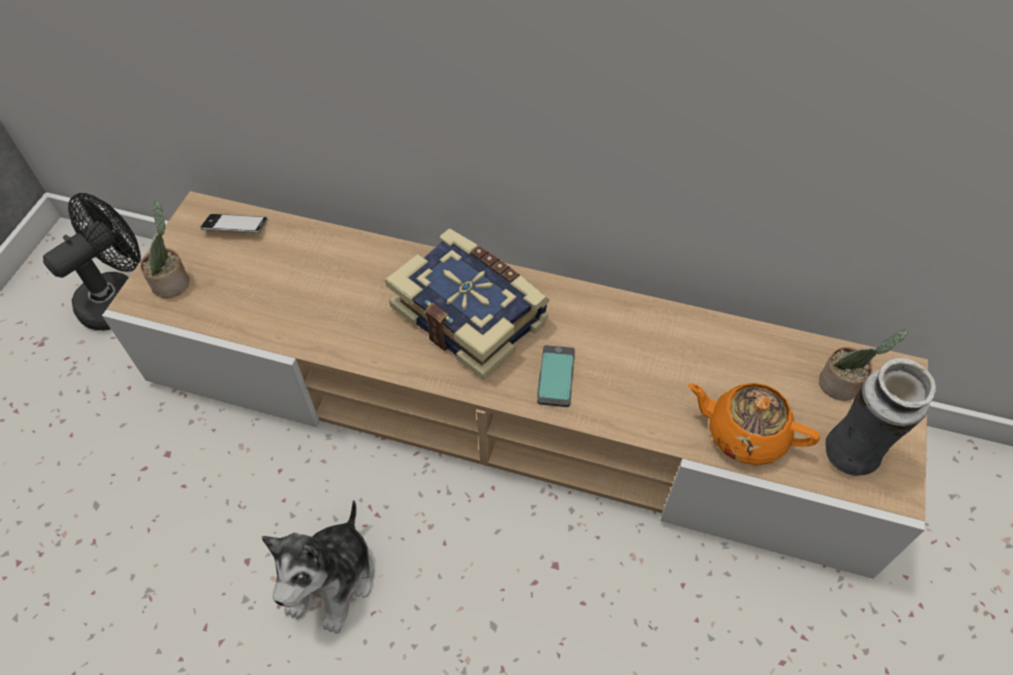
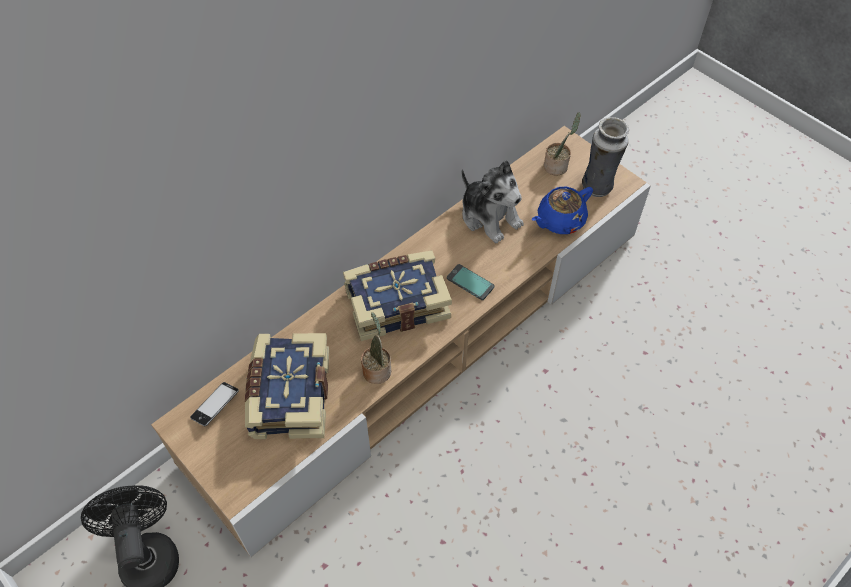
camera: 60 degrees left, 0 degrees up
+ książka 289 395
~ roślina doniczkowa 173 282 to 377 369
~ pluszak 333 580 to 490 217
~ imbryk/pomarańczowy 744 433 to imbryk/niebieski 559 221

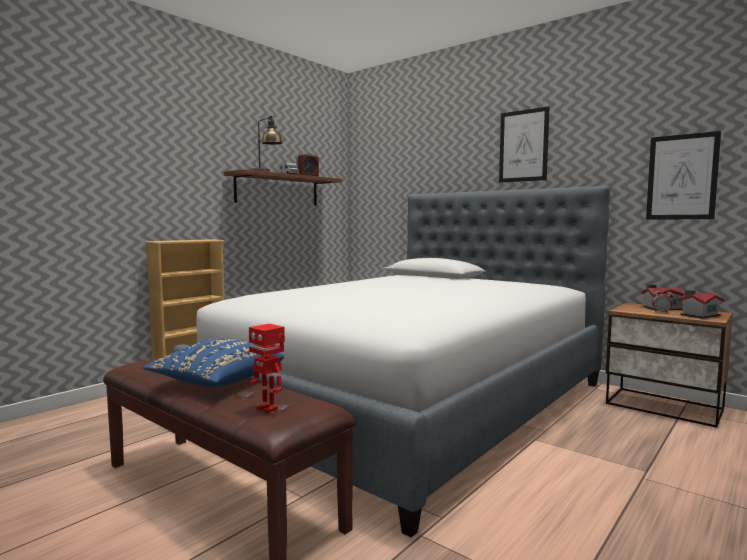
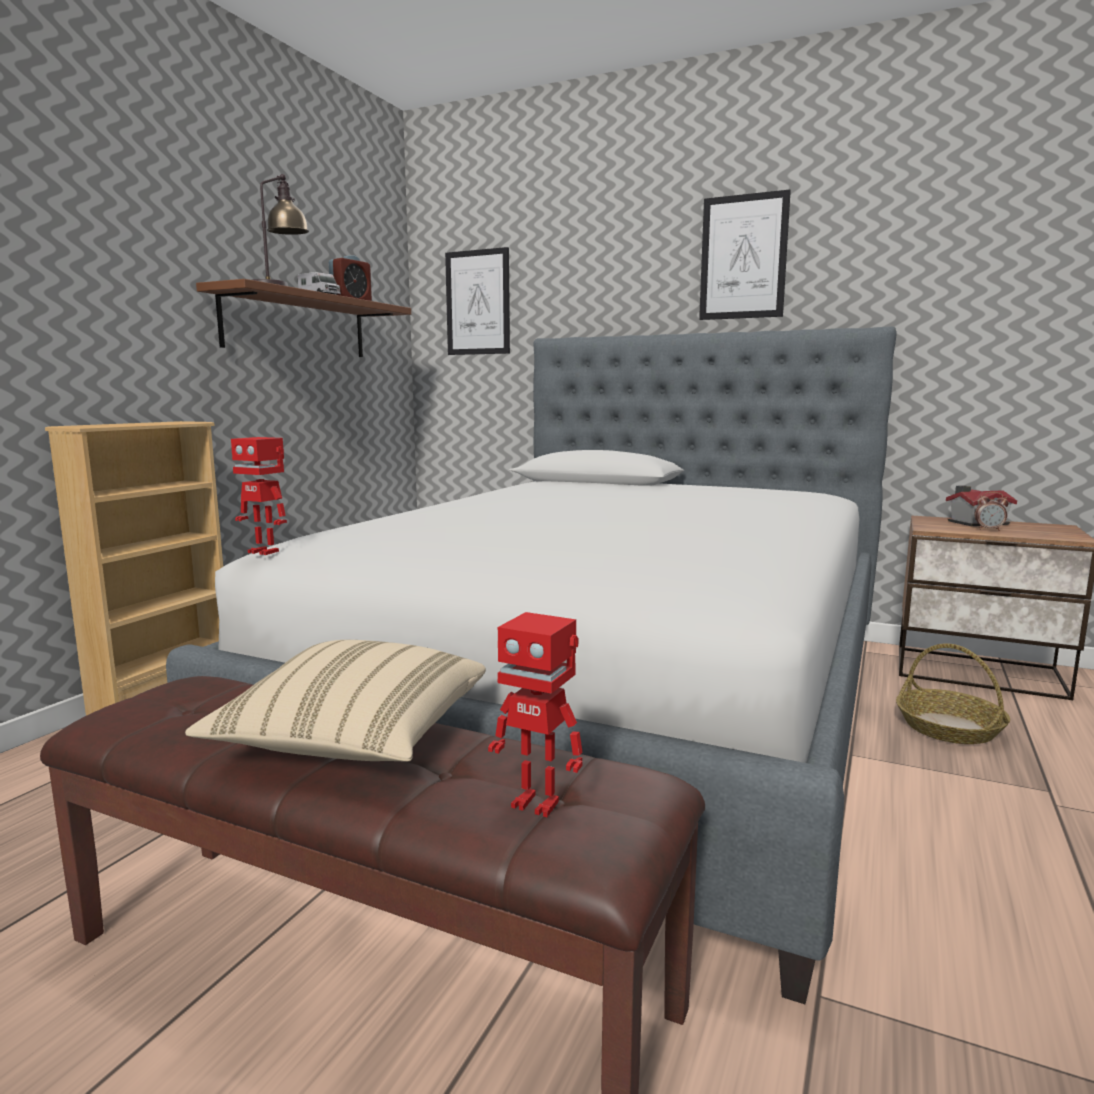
camera: 15 degrees left, 5 degrees up
- domek 698 315
+ robot zabawkowy 265 552
+ koszyk 949 728
~ obraz 682 177 to 478 303
~ poduszka/niebieski 216 382 to poduszka/beżowy 353 740

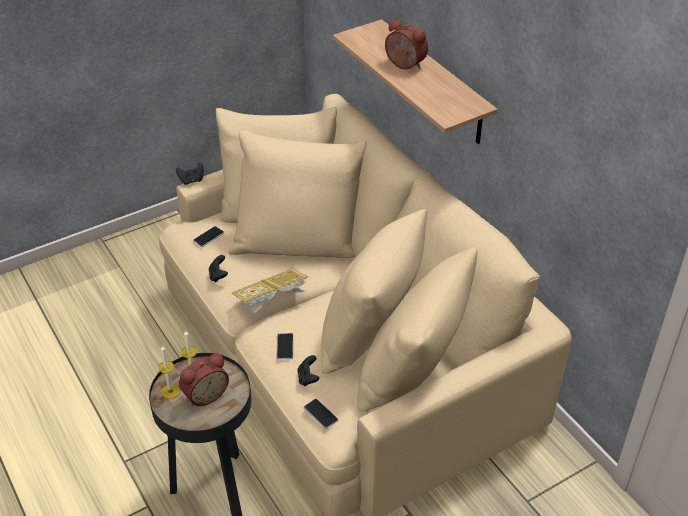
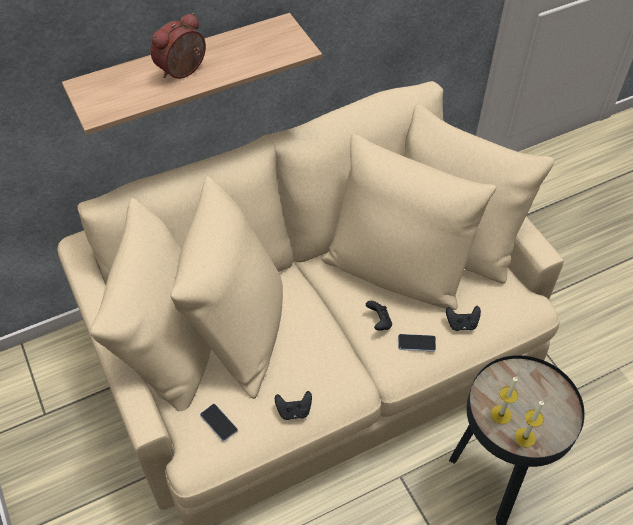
camera: 85 degrees left, 10 degrees up
- budzik 204 394
- książka 271 301
- telefon 320 414
~ pad do gier/czarny 191 180 to 379 322

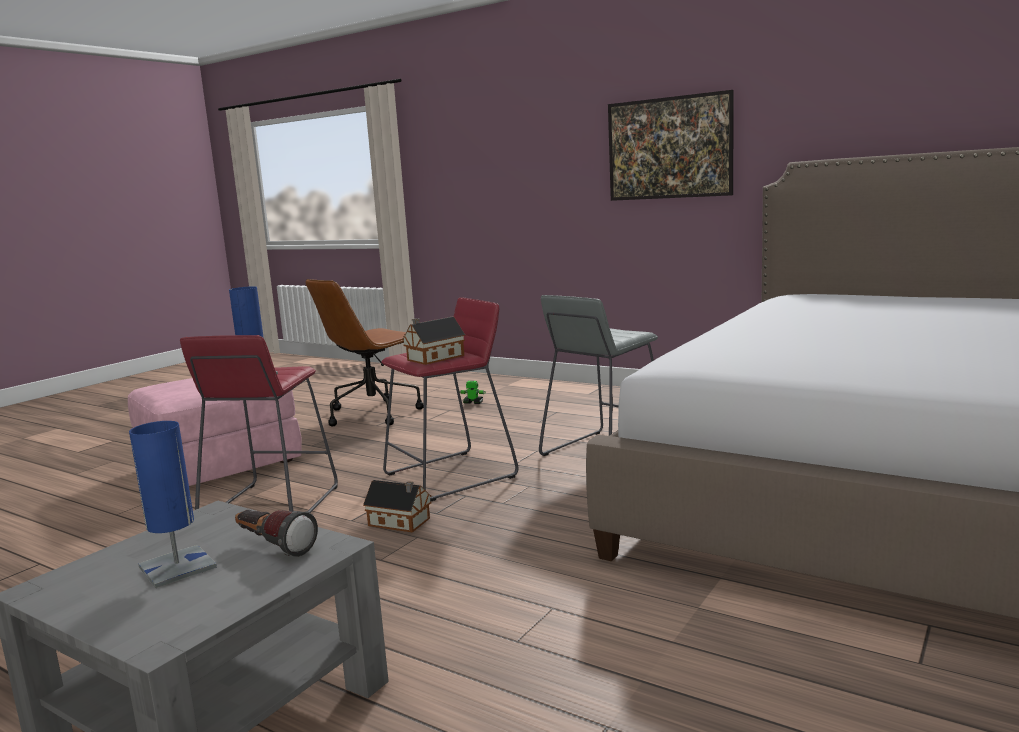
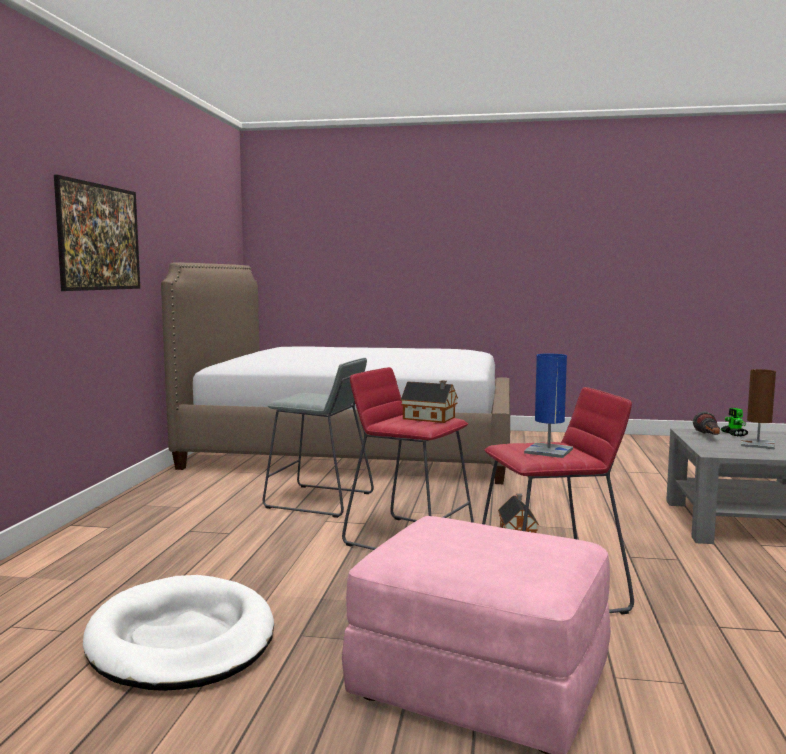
camera: 115 degrees left, 5 degrees down
~ robot zabawkowy 473 403 to 734 434
~ krzesło biurowe/brązowy 374 413 to legowisko/biały 181 640
~ lampa stołowa/niebieski 177 567 to lampa stołowa/brązowy 757 444

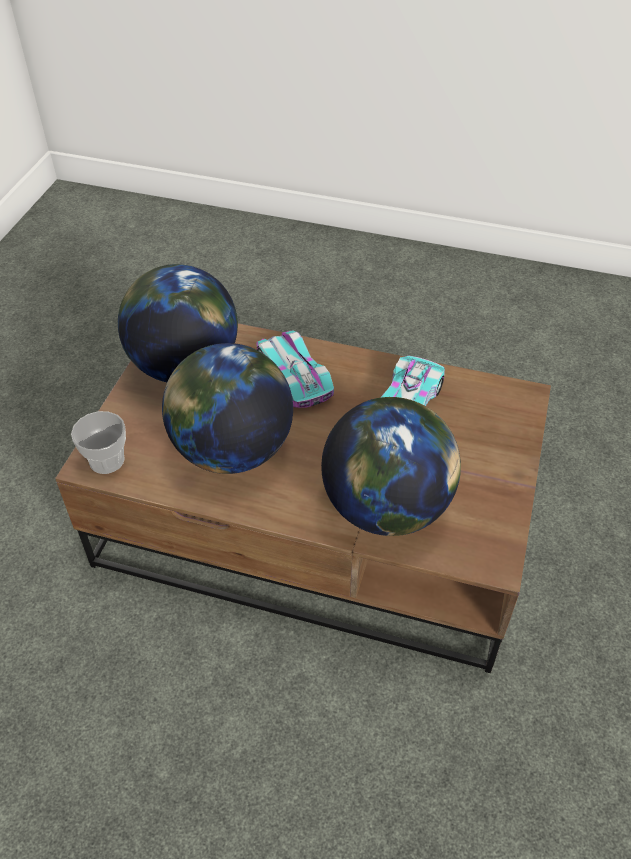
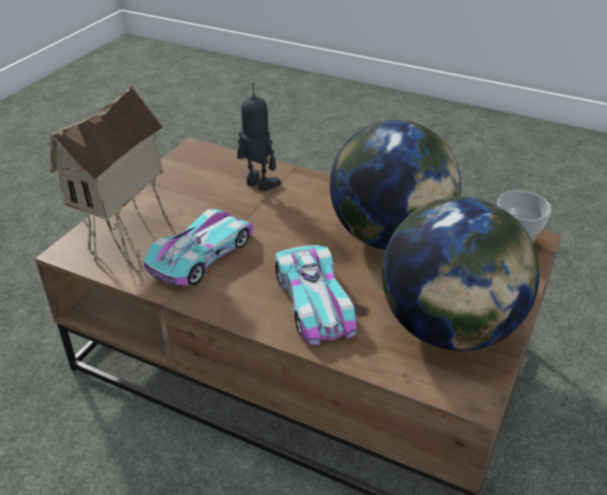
camera: 170 degrees left, 10 degrees down
+ domek 129 239
~ globus 387 507 to robot zabawkowy 259 185

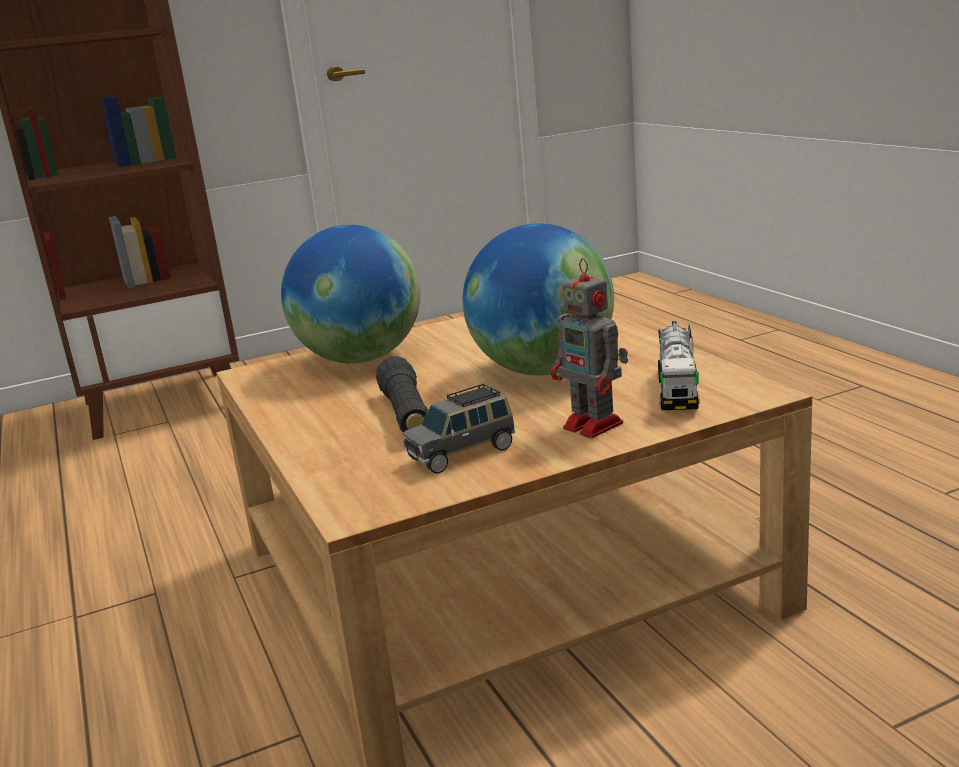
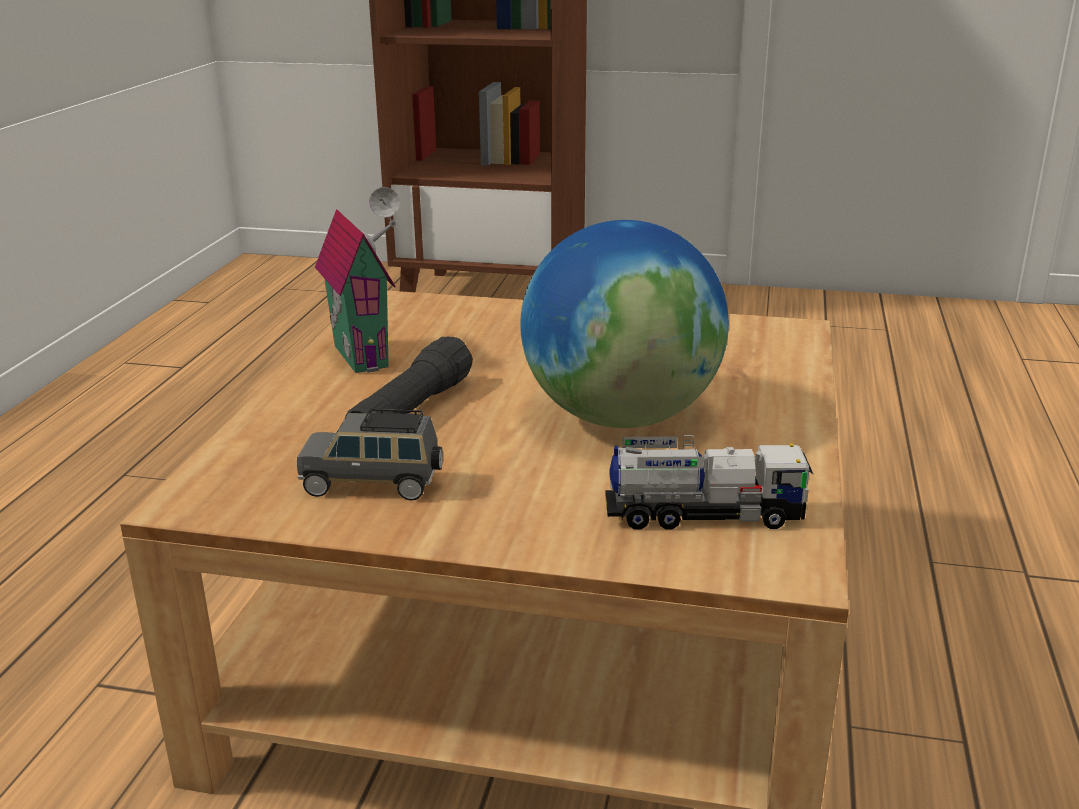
camera: 35 degrees right, 5 degrees up
- globus 360 359
- robot zabawkowy 595 426
+ domek 366 355
~ ciężarówka zabawkowa 677 390 = 704 515 135 degrees counterclockwise

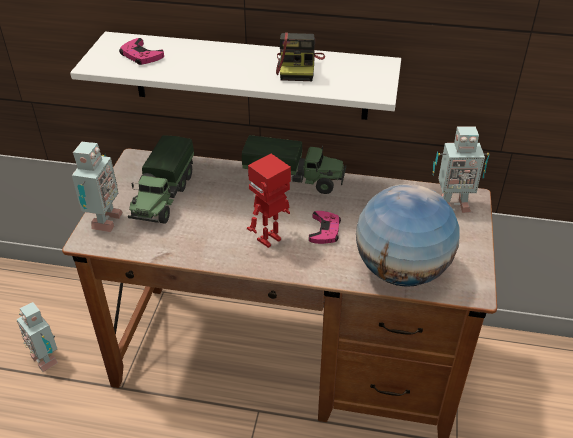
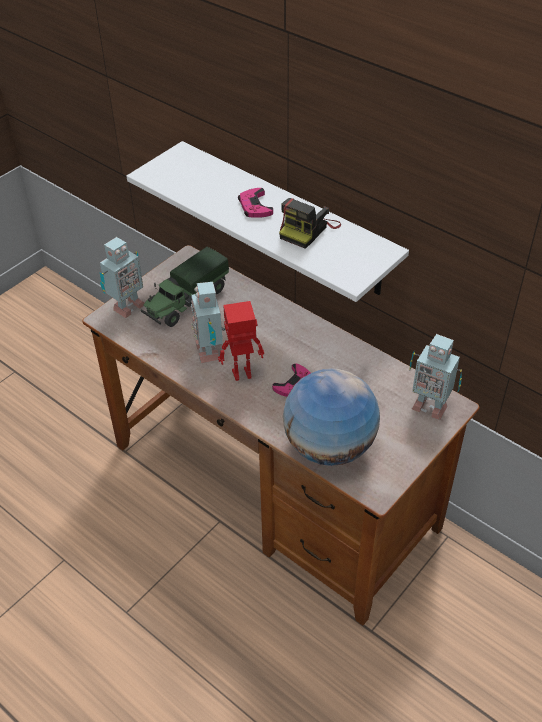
camera: 30 degrees right, 5 degrees up
- ciężarówka zabawkowa 294 180
~ robot zabawkowy 46 358 to 210 350
~ pad do gier/różowy 141 56 to 255 206

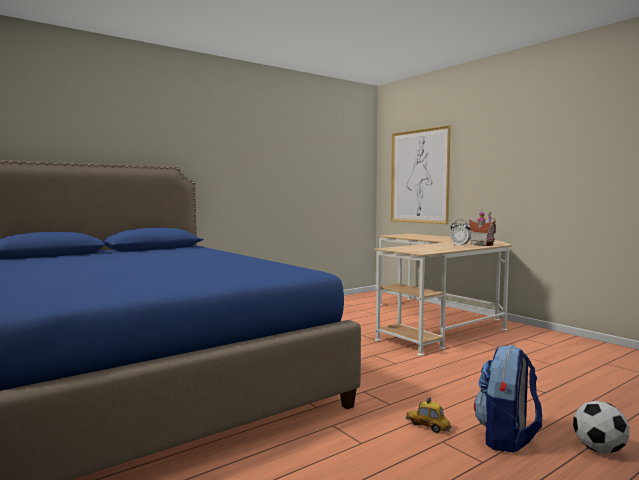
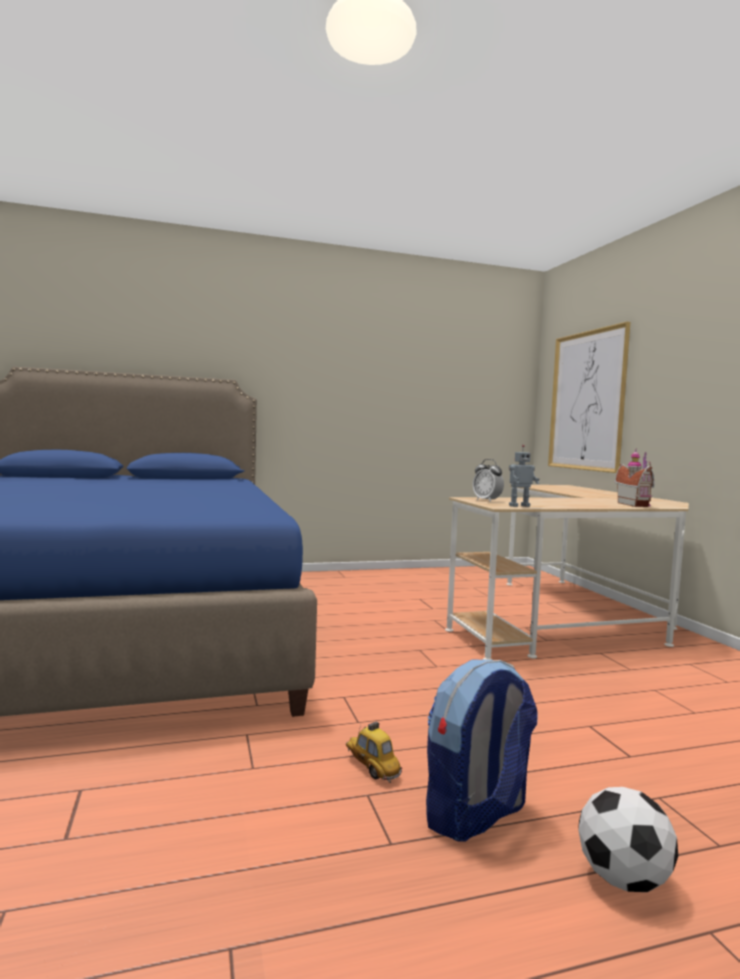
camera: 20 degrees right, 0 degrees up
+ robot zabawkowy 518 506
~ budzik 460 246 to 487 500

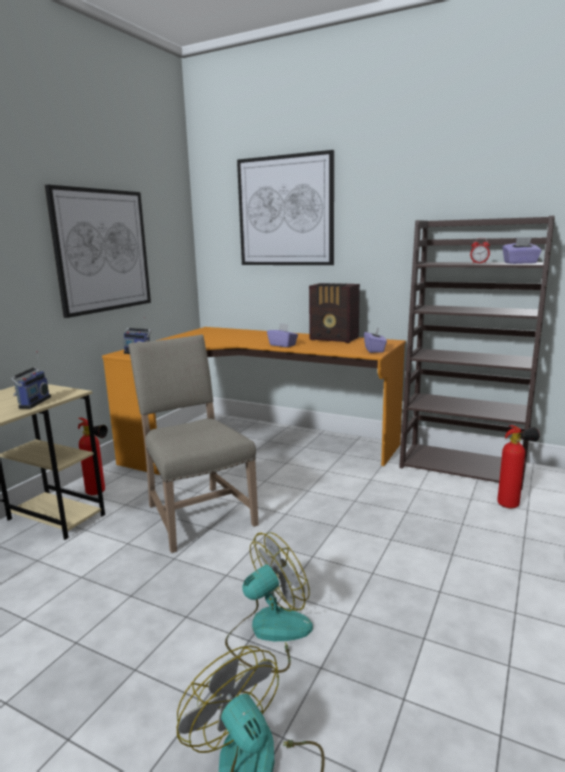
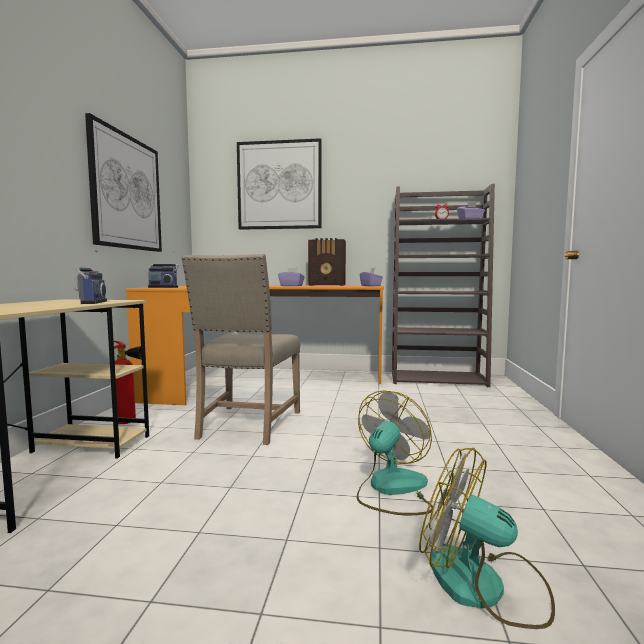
camera: 20 degrees left, 10 degrees down
- gaśnica 512 505
~ krzesło/beżowy 197 514 = 247 425 120 degrees counterclockwise

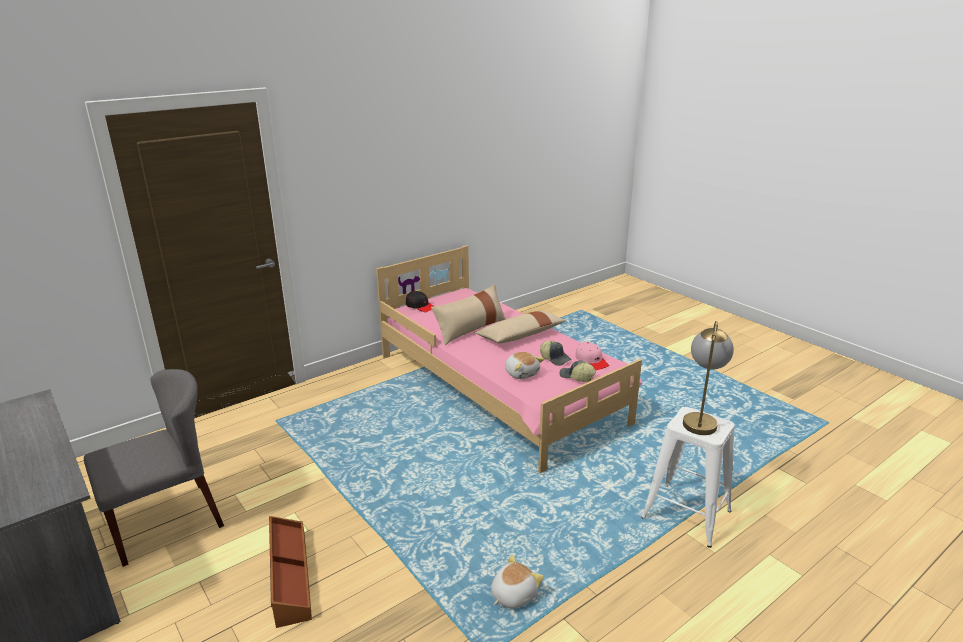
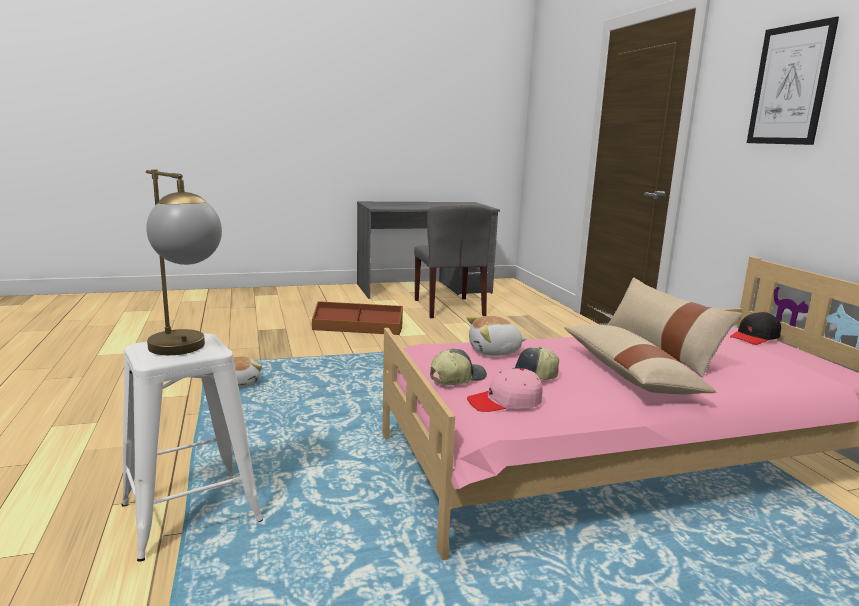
camera: 110 degrees right, 10 degrees down
+ obraz 789 85

